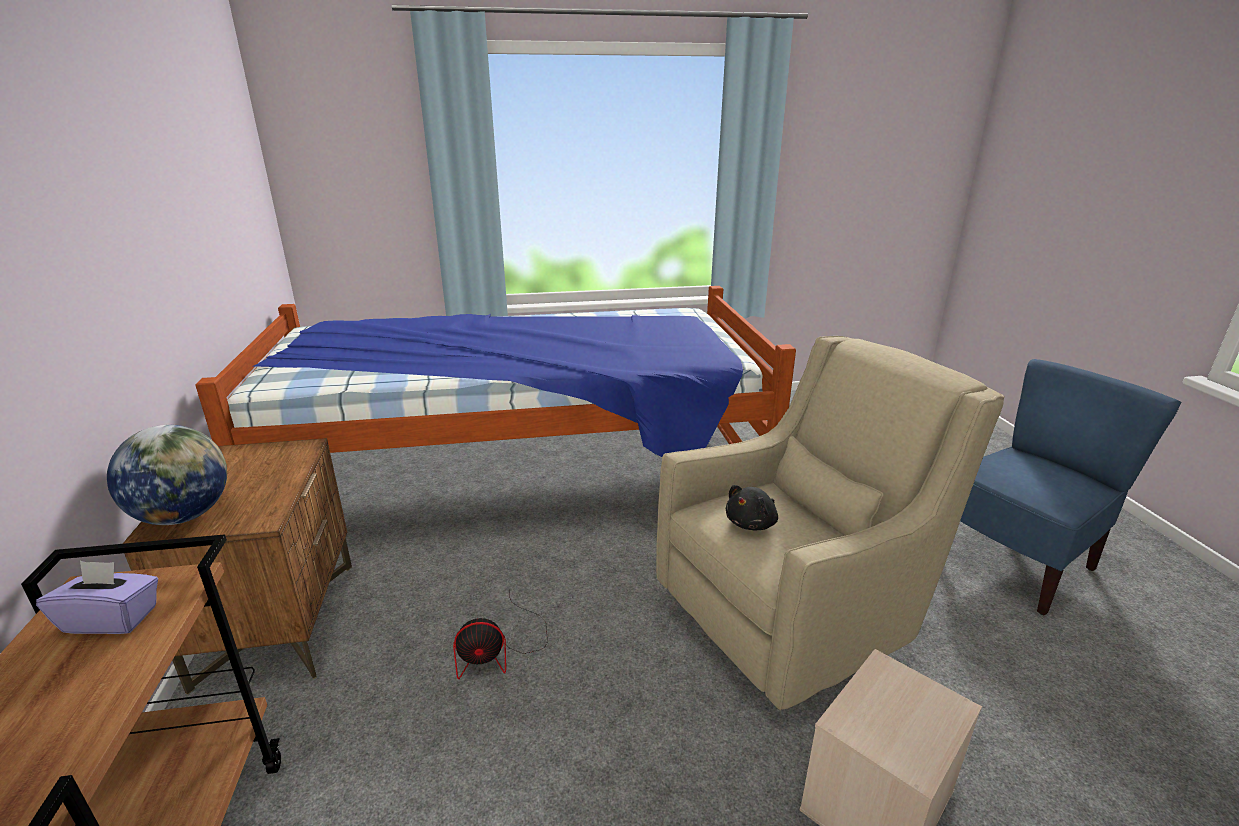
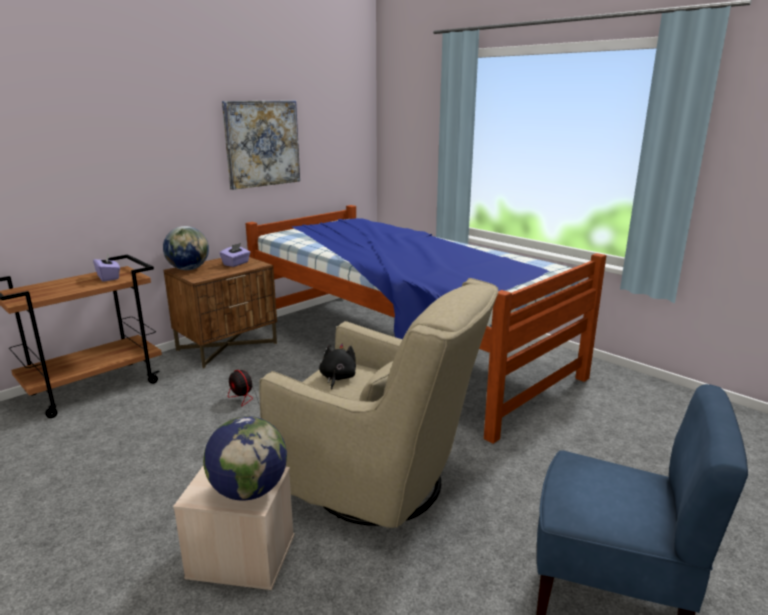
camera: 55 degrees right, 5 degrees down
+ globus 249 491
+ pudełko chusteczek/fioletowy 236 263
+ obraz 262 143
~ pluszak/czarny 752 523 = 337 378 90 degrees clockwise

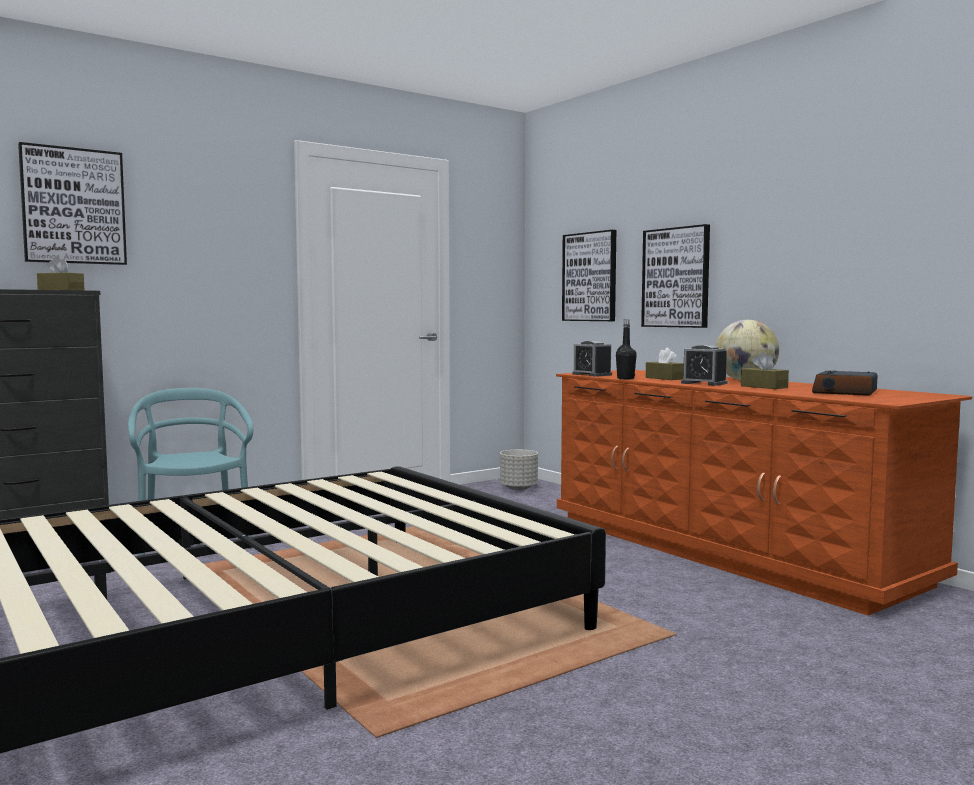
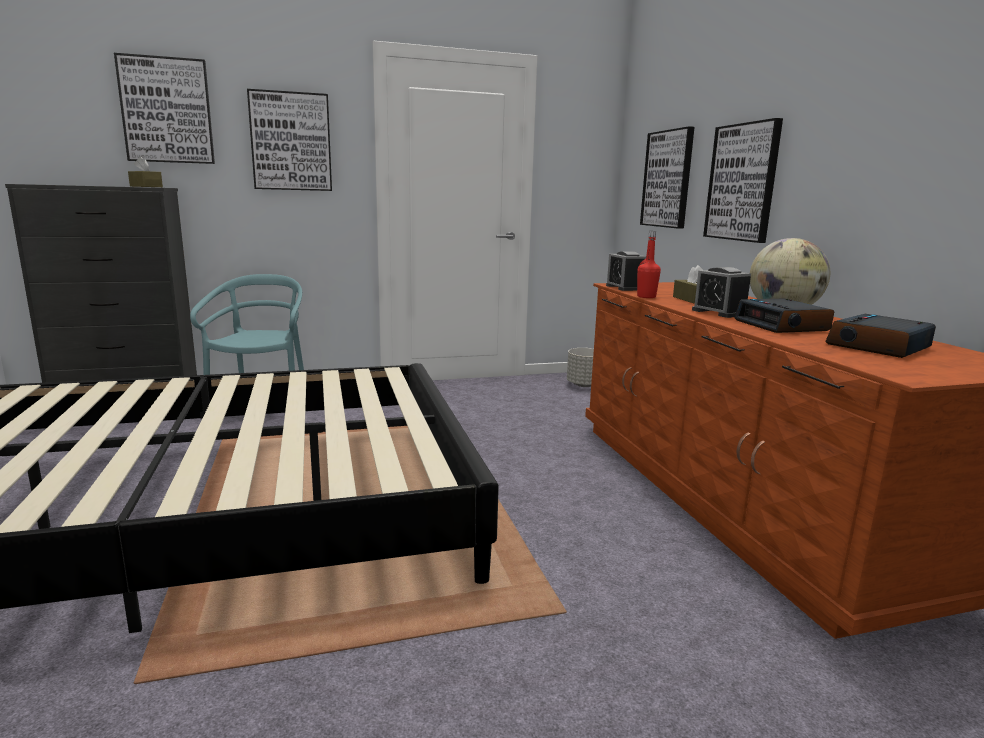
camera: 20 degrees right, 10 degrees up
+ obraz 291 142
~ pudełko chusteczek/brązowy 764 387 to budzik 782 325
~ butelka/czarny 625 378 to butelka/czerwony 646 297

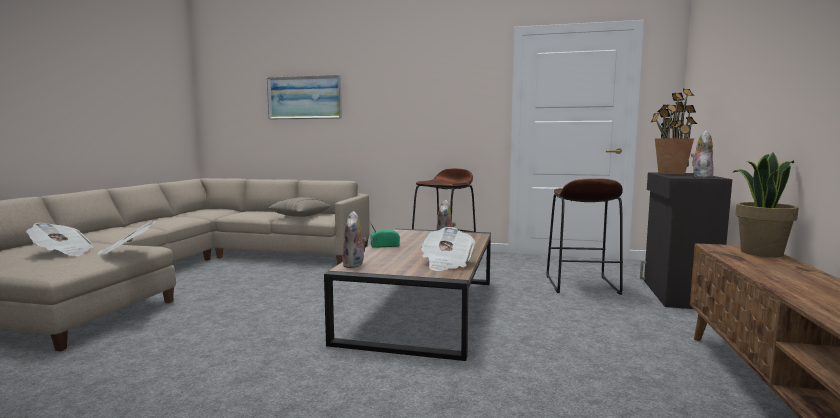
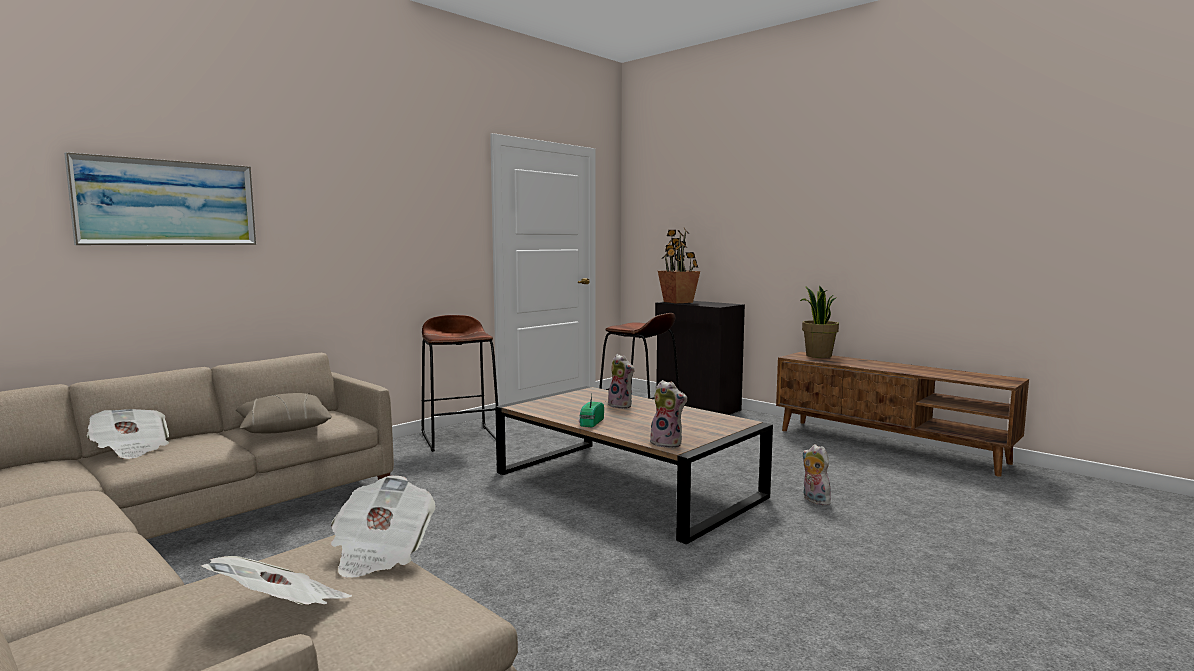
camera: 60 degrees left, 0 degrees up
~ gazeta 446 264 to 131 449
~ pluszak 700 176 to 814 500

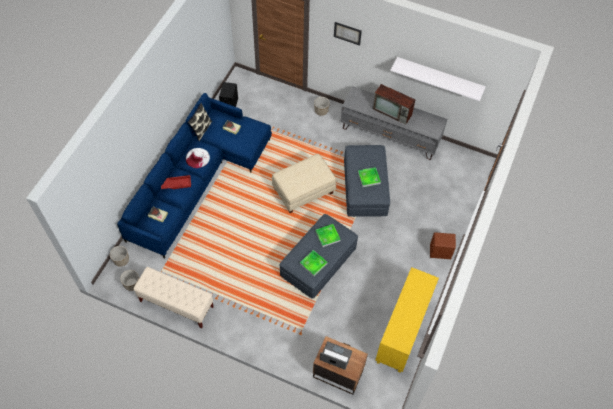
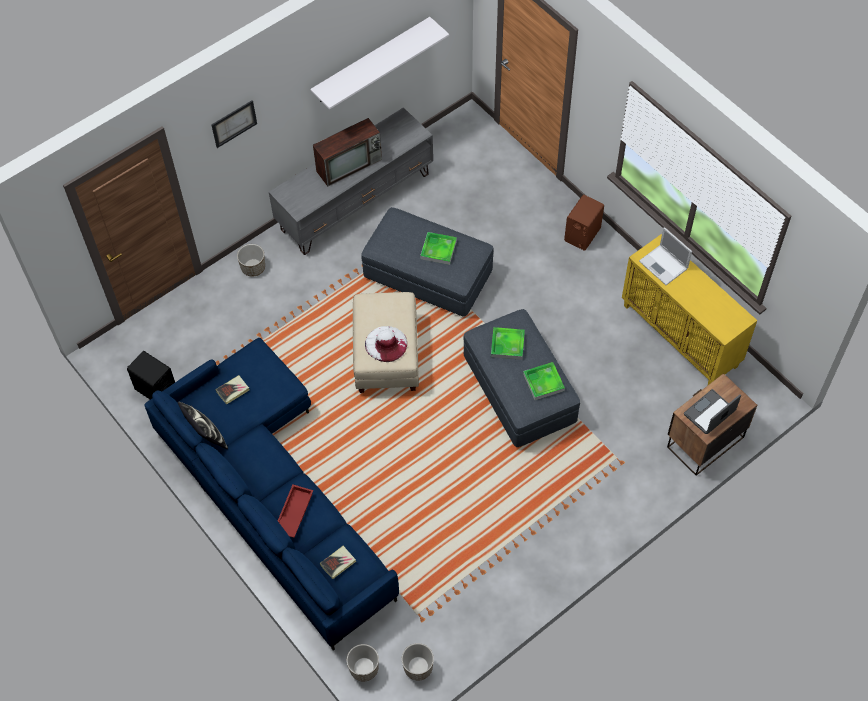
camera: 60 degrees left, 0 degrees up
- ławka/beżowy 176 304
+ laptop 664 265
~ kapelusz/biały 197 158 to 386 343

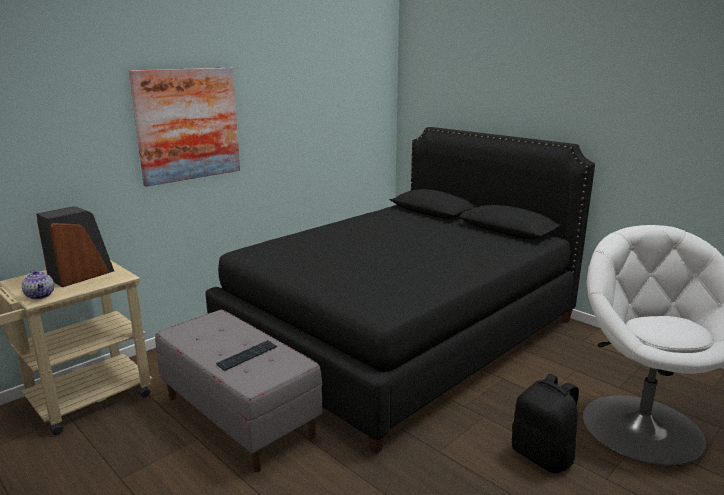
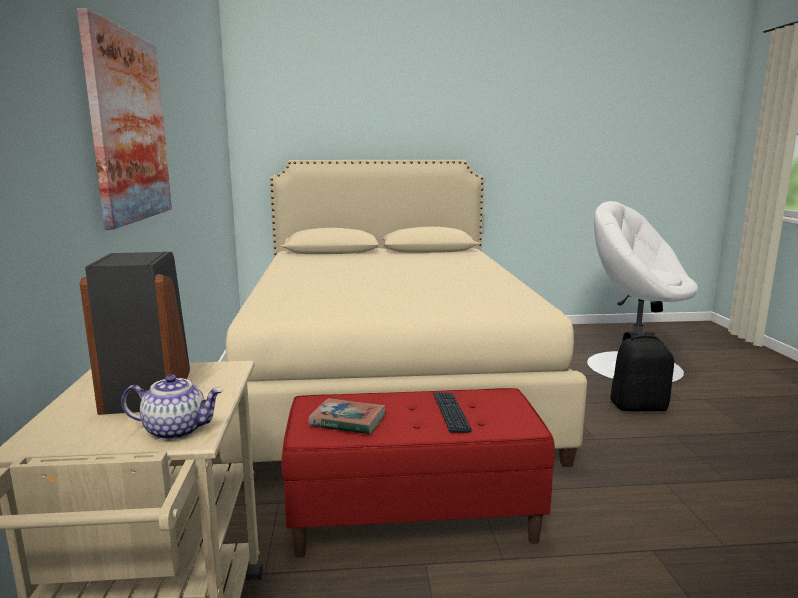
camera: 50 degrees left, 5 degrees down
+ książka 347 421
~ ławka/szary 239 416 to ławka/czerwony 413 517
~ łóżko/czarny 401 334 to łóżko/beżowy 388 382

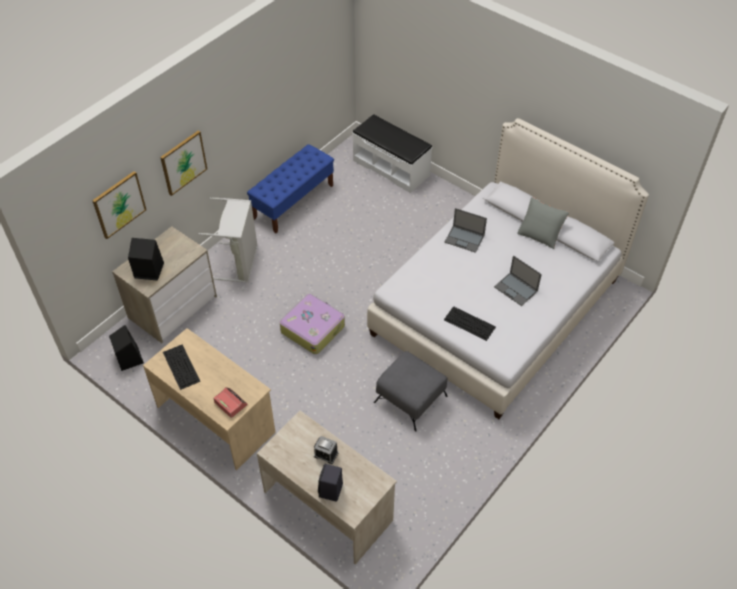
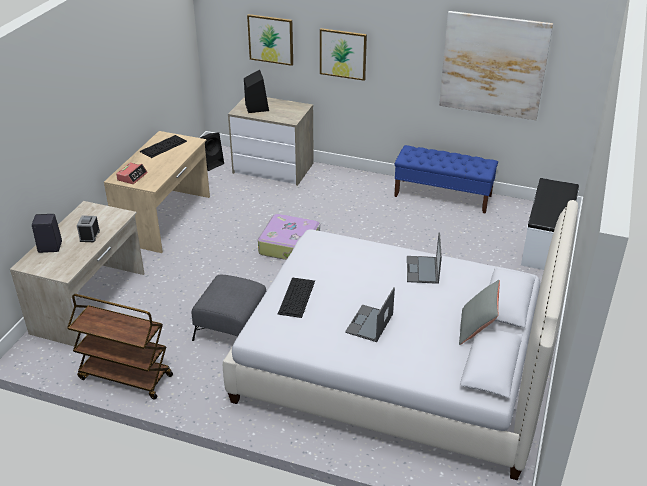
camera: 70 degrees right, 15 degrees down
- kosz na pranie/szary 239 263
+ wózek/brązowy 125 377
+ obraz 493 65

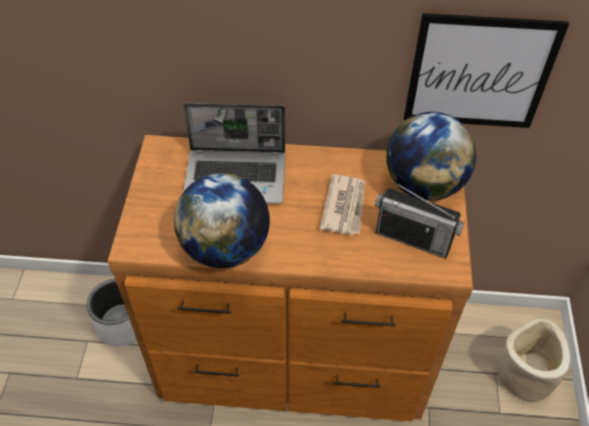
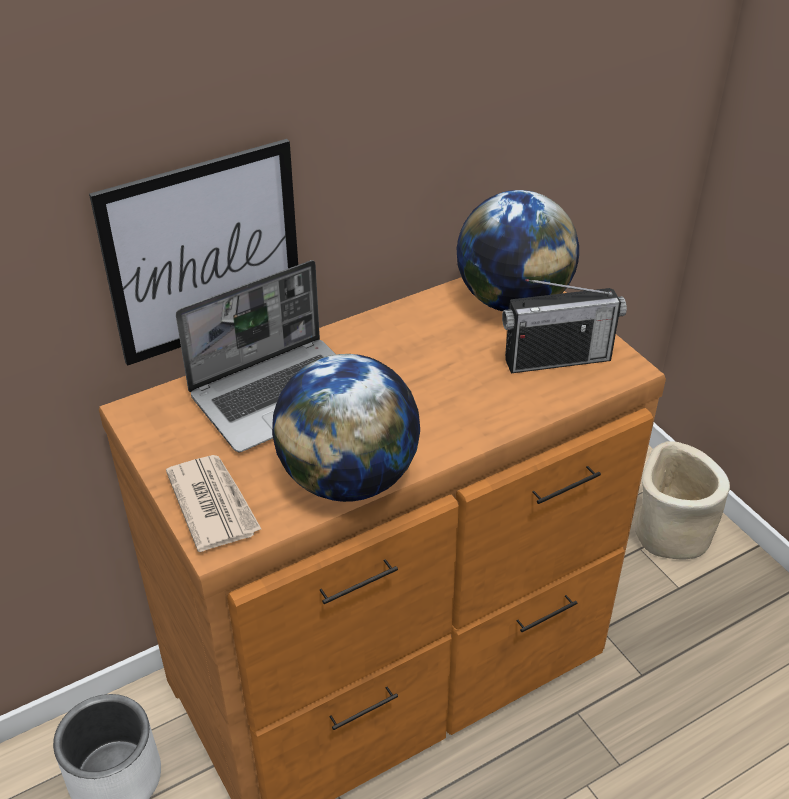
camera: 35 degrees left, 10 degrees down
~ gazeta 345 206 to 213 504
~ obraz 479 73 to 203 253

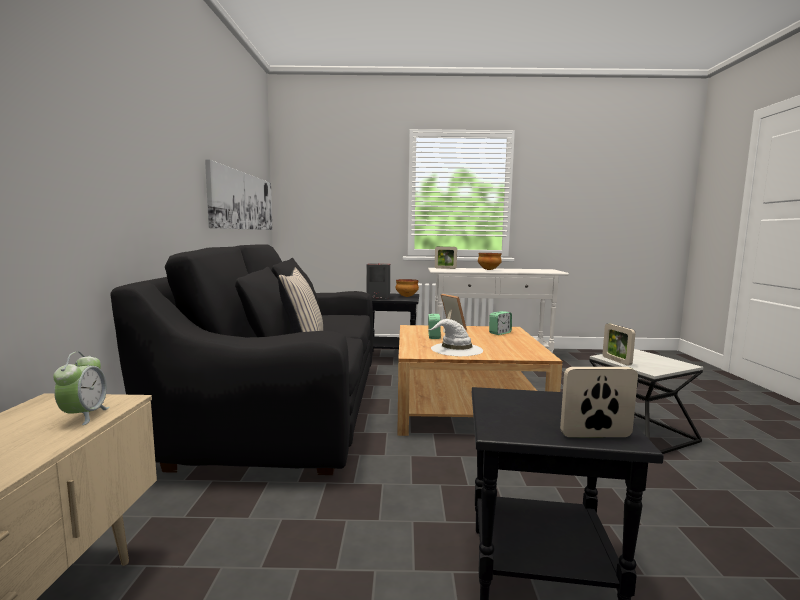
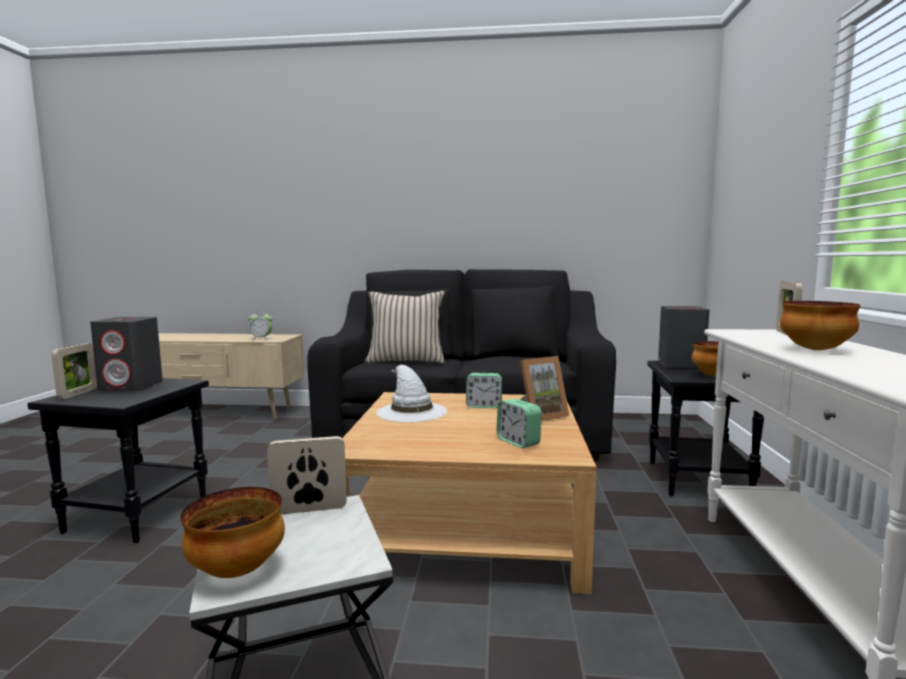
camera: 95 degrees right, 0 degrees up
- obraz 243 201
+ głośnik/szary 132 386
+ miska 239 570

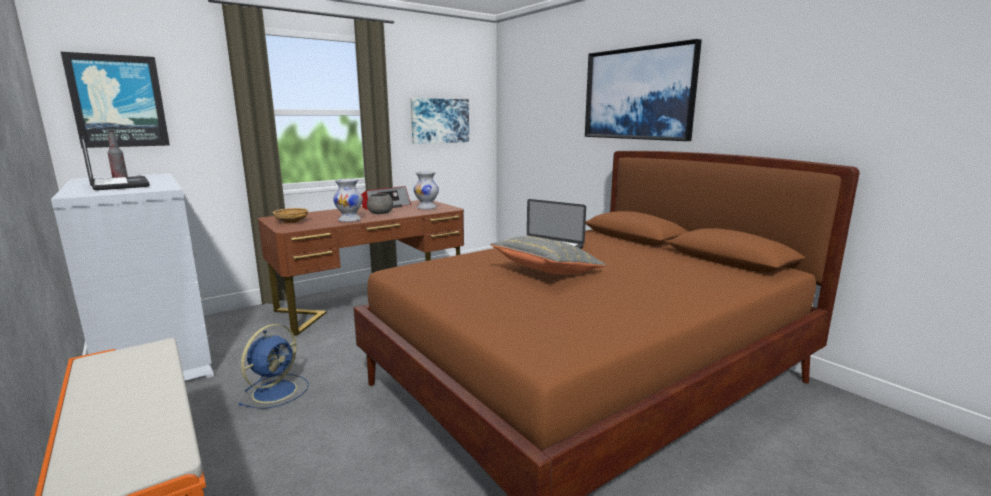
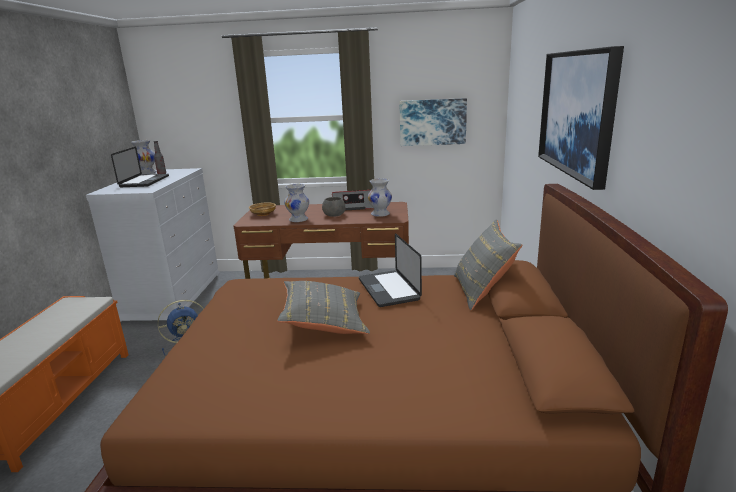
camera: 40 degrees right, 5 degrees up
- obraz 118 101
+ wazon/biały 147 173
+ poduszka/szary 482 291

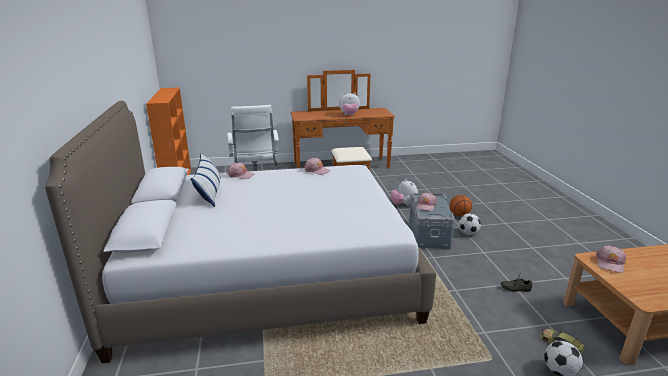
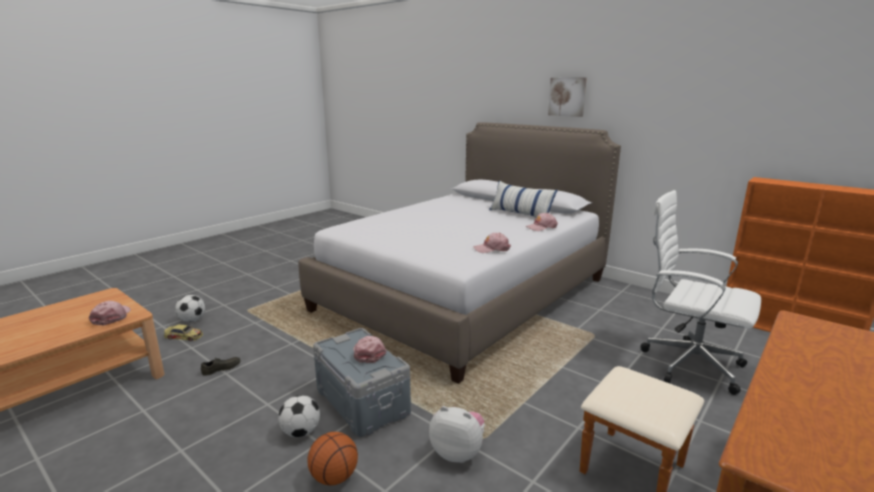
camera: 140 degrees right, 5 degrees down
- pluszak 349 115
+ obraz 567 96

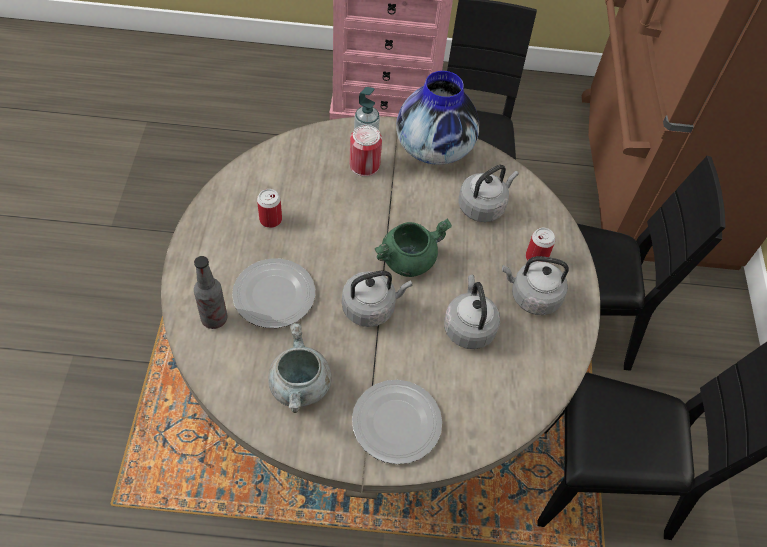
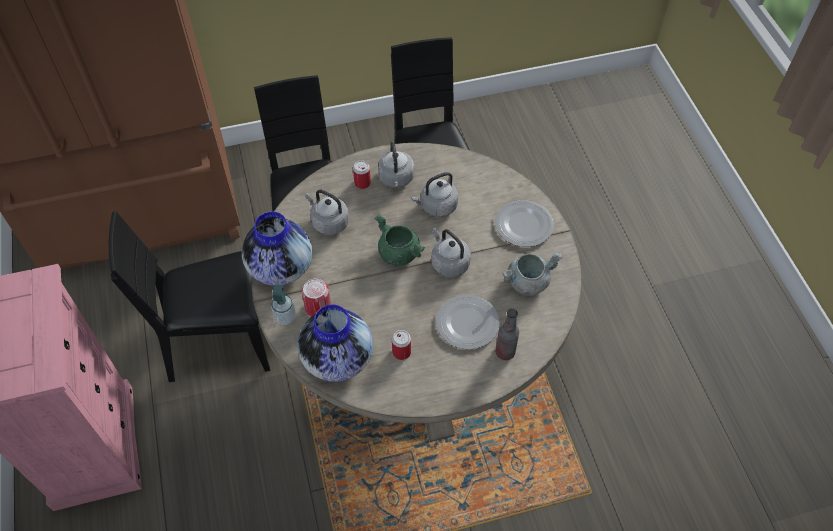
camera: 105 degrees left, 0 degrees up
+ wazon 337 358

